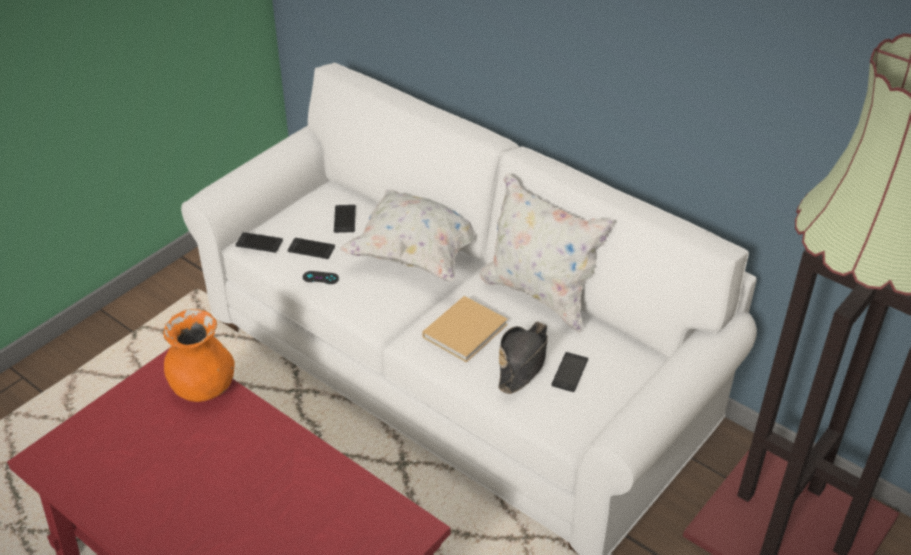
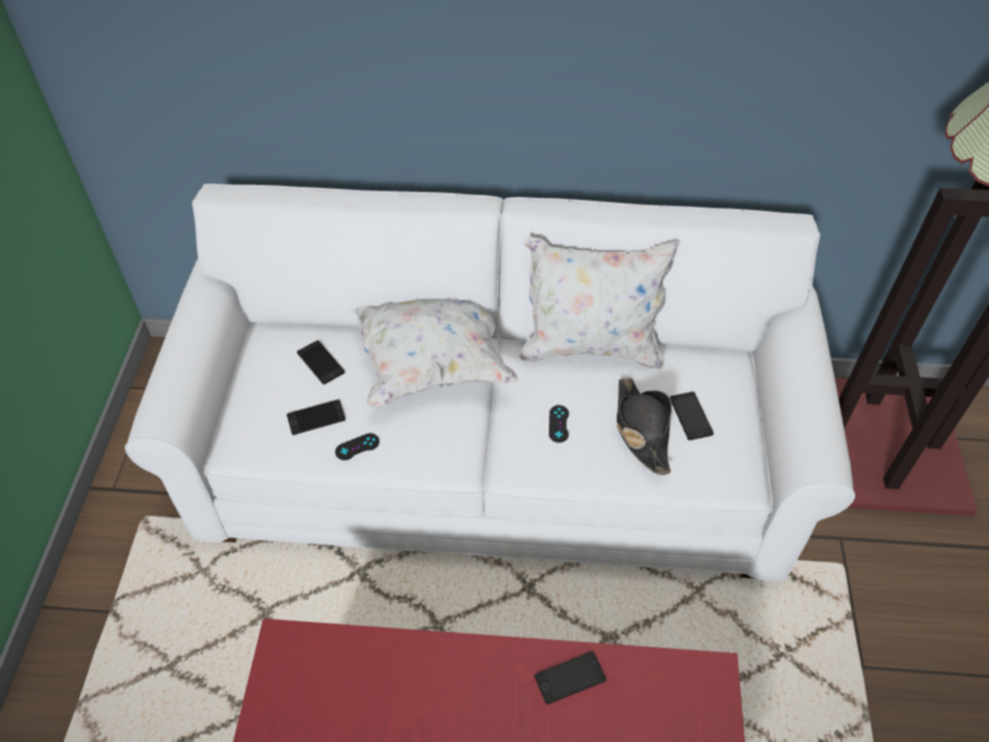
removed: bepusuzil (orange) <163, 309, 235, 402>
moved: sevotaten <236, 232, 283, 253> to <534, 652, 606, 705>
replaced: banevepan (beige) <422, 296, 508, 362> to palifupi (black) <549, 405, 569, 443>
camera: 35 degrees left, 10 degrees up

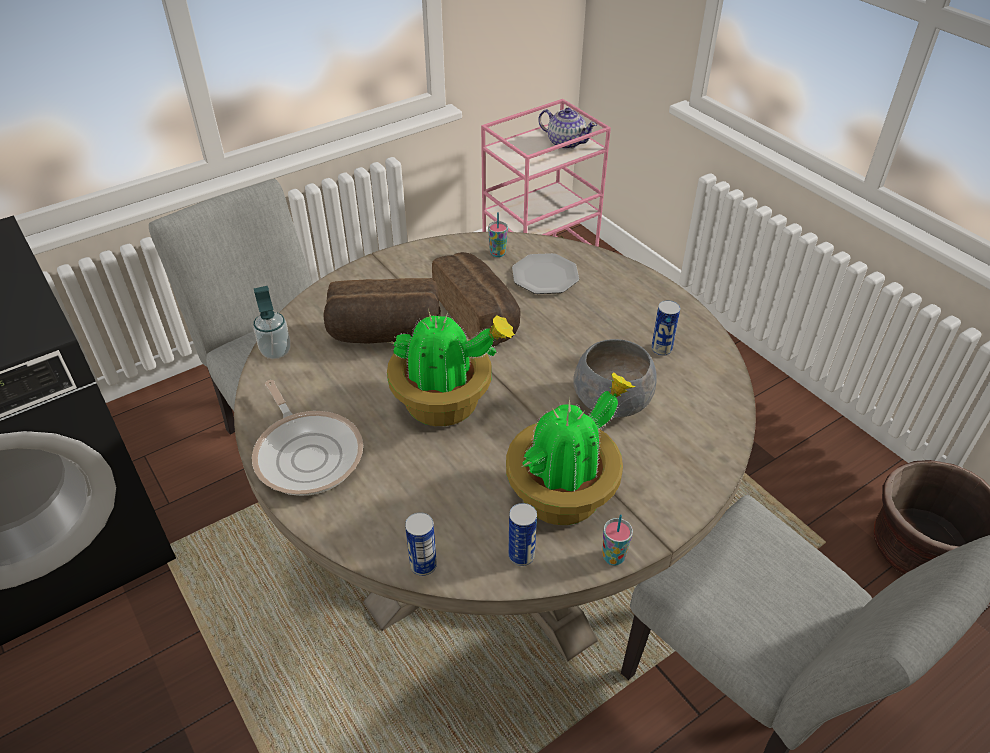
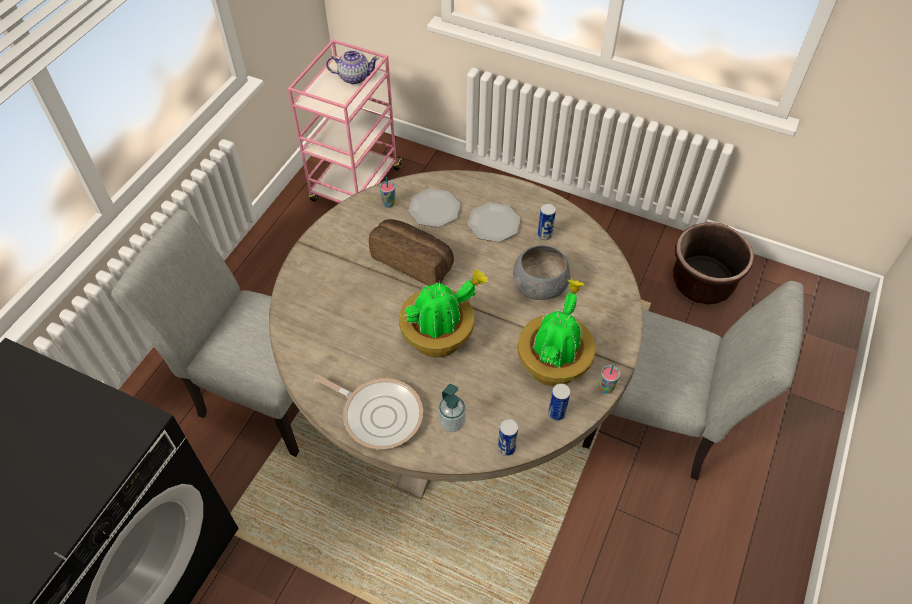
removed: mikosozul <323, 278, 441, 344>
added: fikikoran <468, 202, 521, 242>
moved: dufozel <253, 286, 291, 359> to <438, 384, 466, 432>
camera: 30 degrees left, 10 degrees up

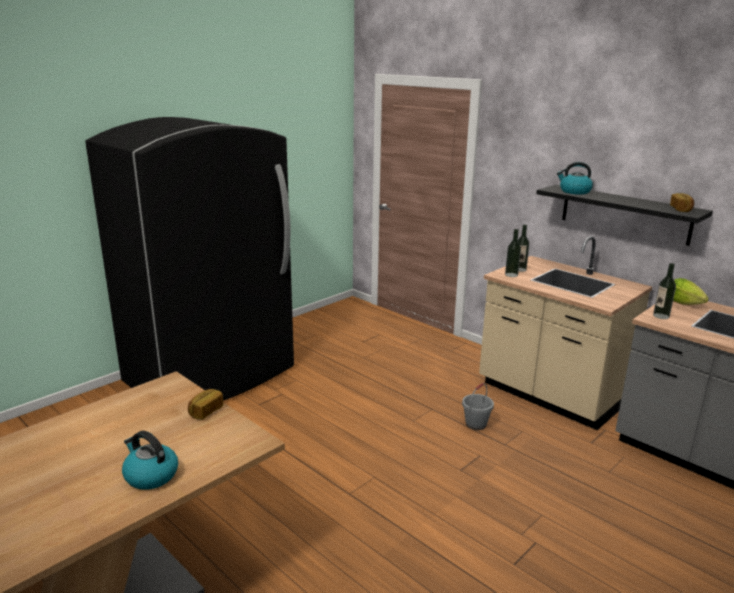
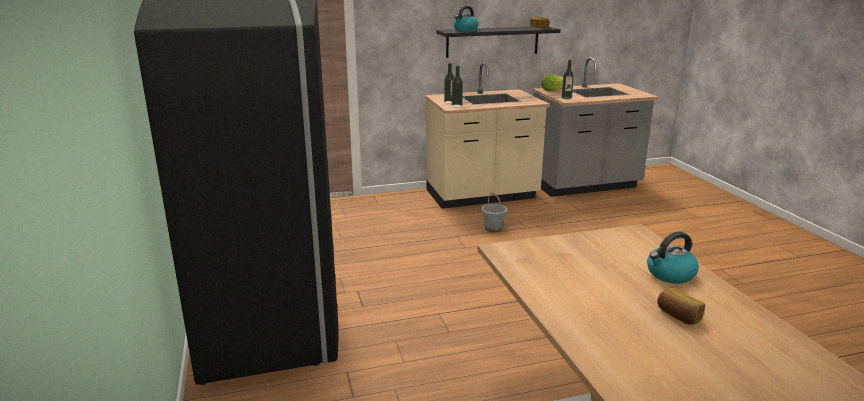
moved: mikosozul <188, 389, 224, 419> to <657, 288, 705, 325>
camera: 60 degrees left, 0 degrees up

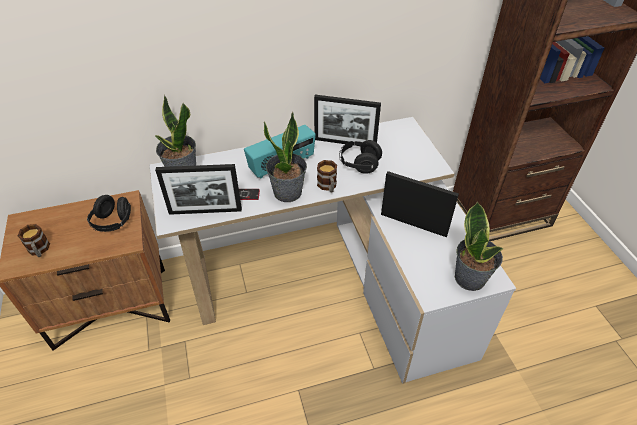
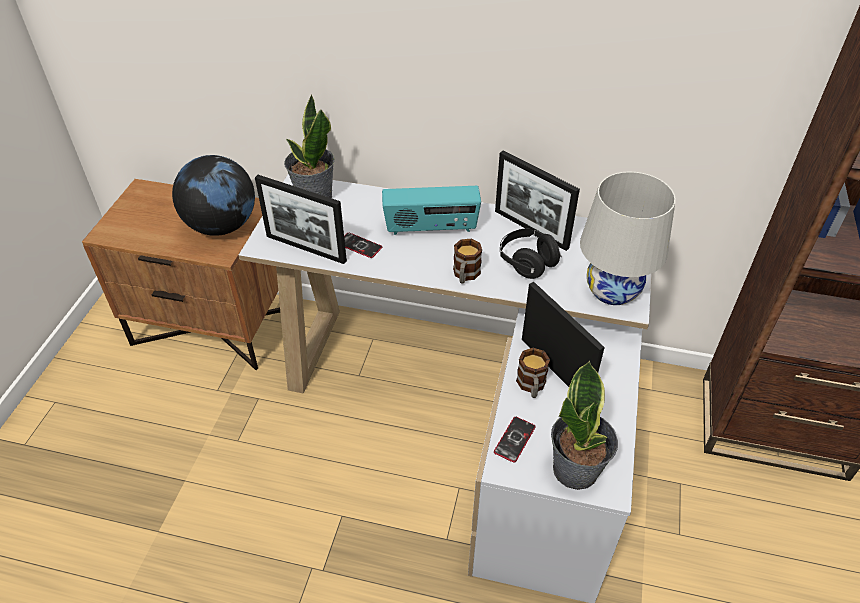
removed: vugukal <264, 112, 307, 202>
added: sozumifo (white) <580, 172, 676, 305>; sevotaten <494, 417, 535, 463>
moved: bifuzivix <18, 224, 50, 257> to <516, 348, 550, 398>
replaced: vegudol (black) <87, 195, 131, 232> to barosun <172, 155, 255, 236>
camera: 30 degrees right, 0 degrees up

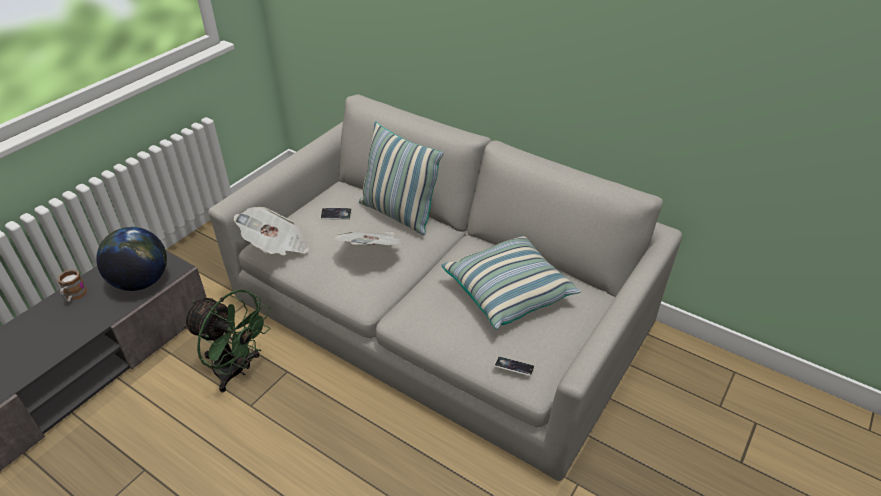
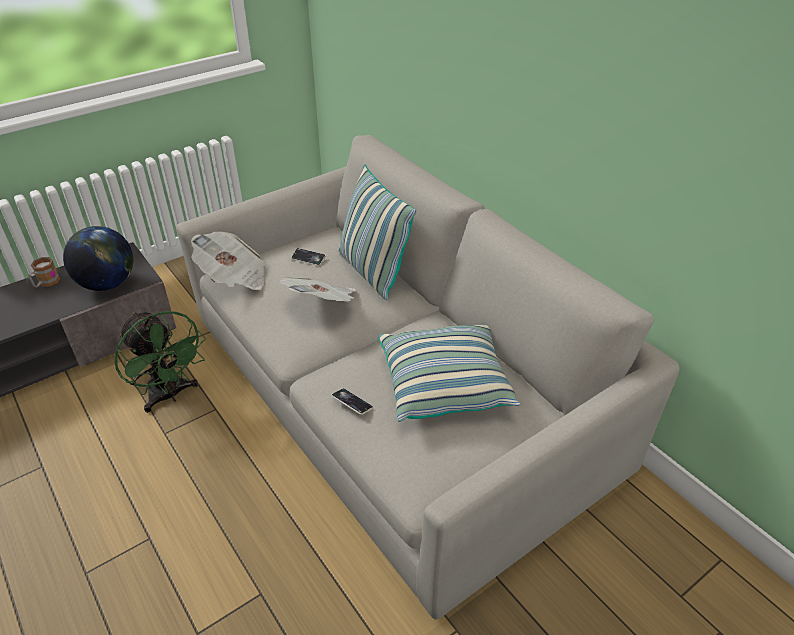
moved: sevotaten <494, 357, 535, 376> to <331, 388, 373, 415>
camera: 20 degrees right, 0 degrees up

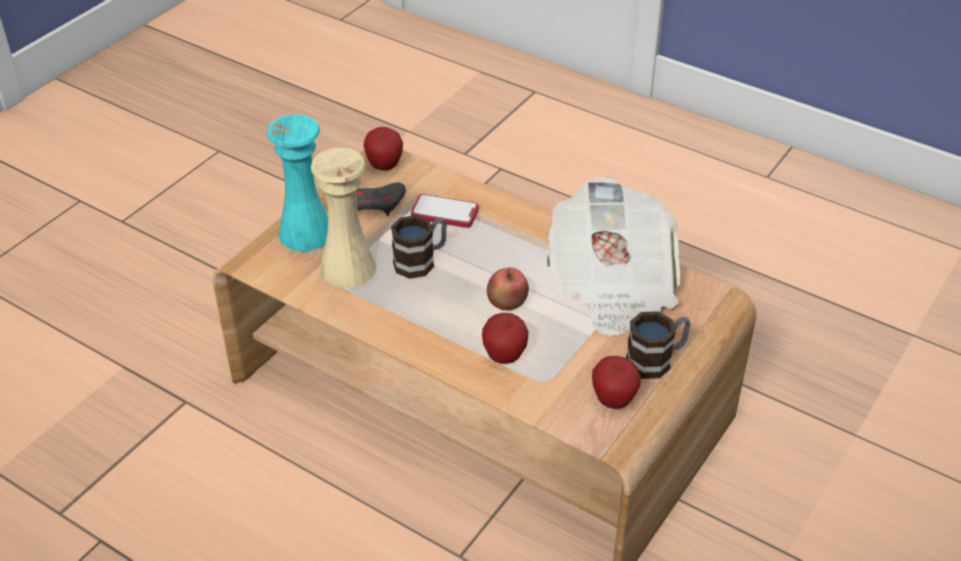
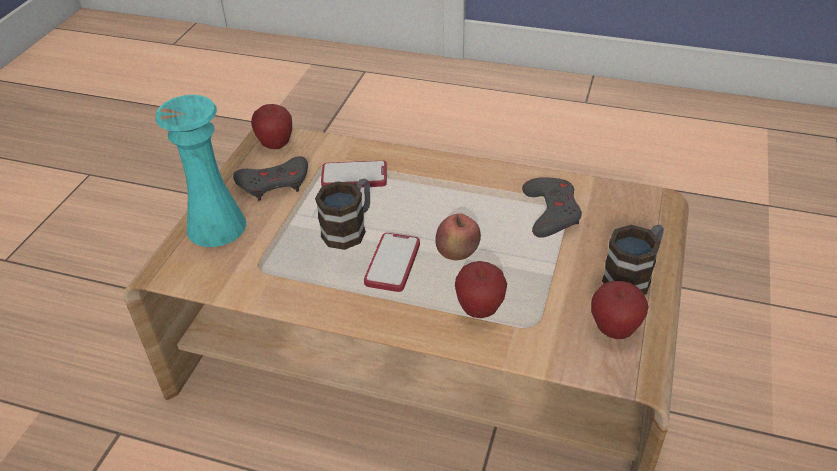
removed: bepusuzil (beige) <311, 148, 377, 288>
added: sevotaten <364, 233, 420, 292>
replaced: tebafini <545, 177, 680, 337> to palifupi (grey) <522, 177, 582, 238>
camera: 15 degrees left, 0 degrees up

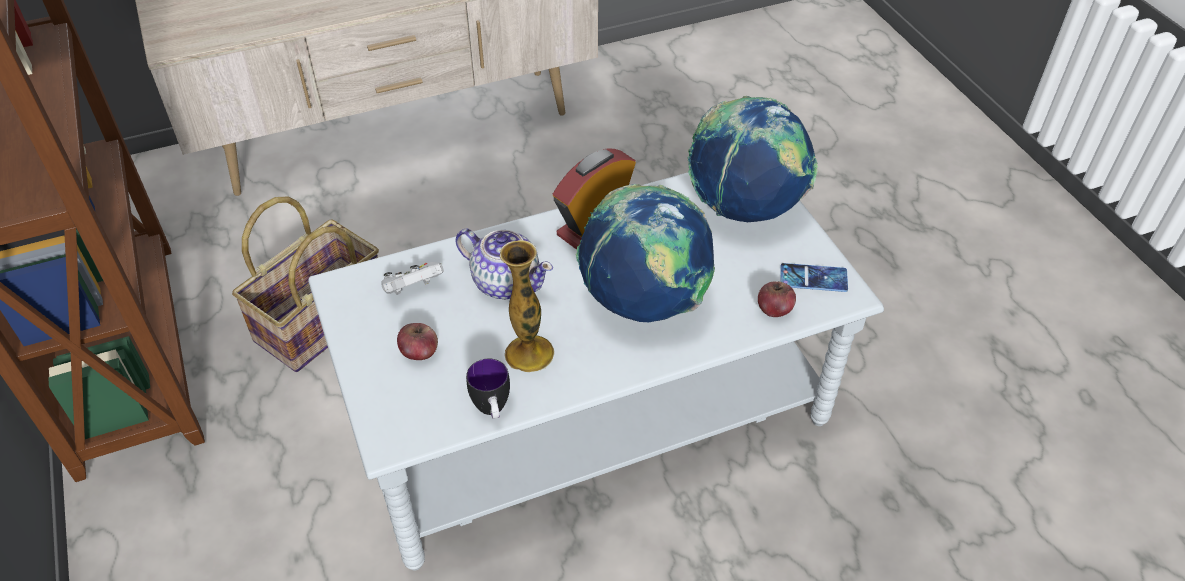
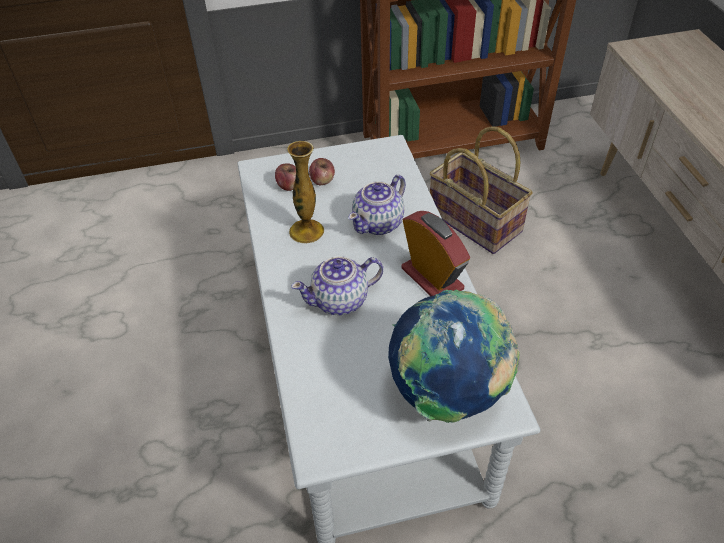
removed: palifupi (white) <381, 262, 444, 295>; sevotaten <781, 263, 848, 292>; bifuzivix <466, 358, 510, 419>
moved: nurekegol <758, 281, 796, 317> to <275, 163, 296, 191>
replaced: barosun <576, 184, 715, 322> to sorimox <291, 256, 383, 315>
camera: 100 degrees right, 0 degrees up

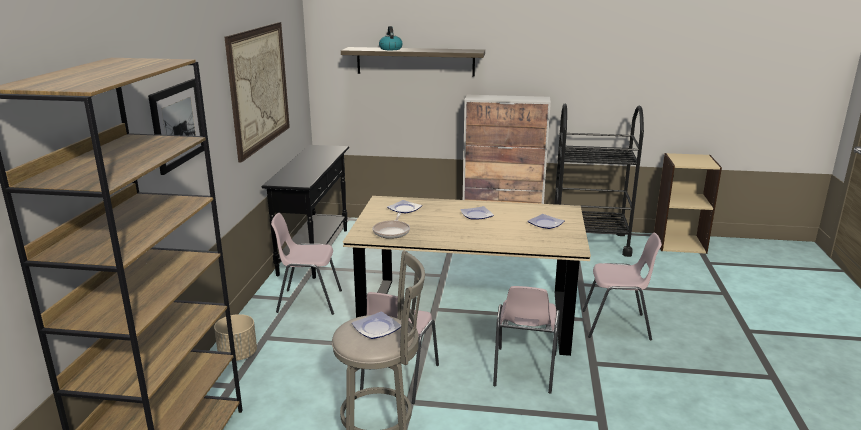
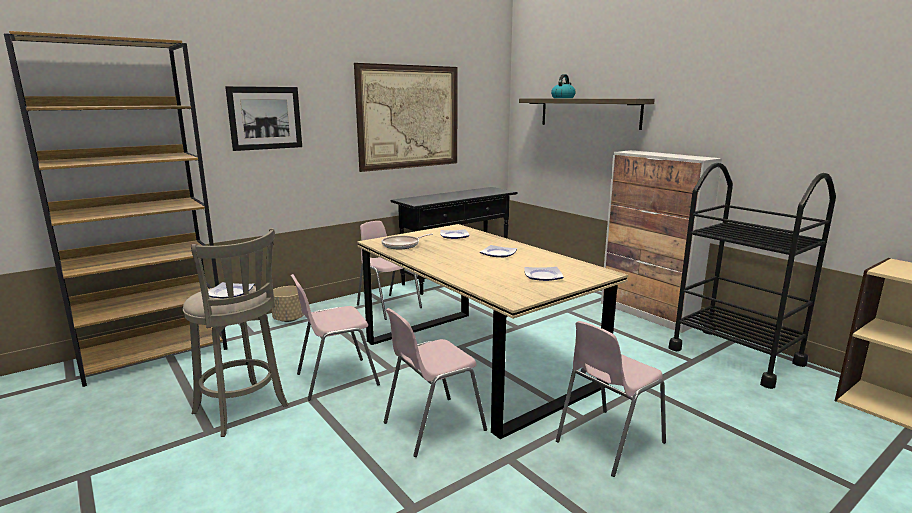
turned: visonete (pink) <582, 233, 662, 340> = <556, 321, 666, 477> 90 degrees clockwise
camera: 45 degrees right, 5 degrees down

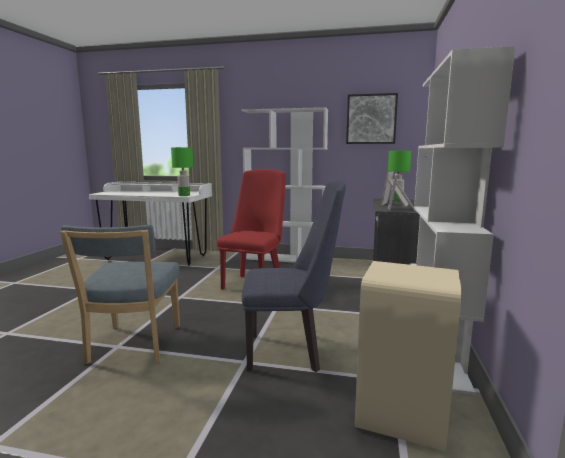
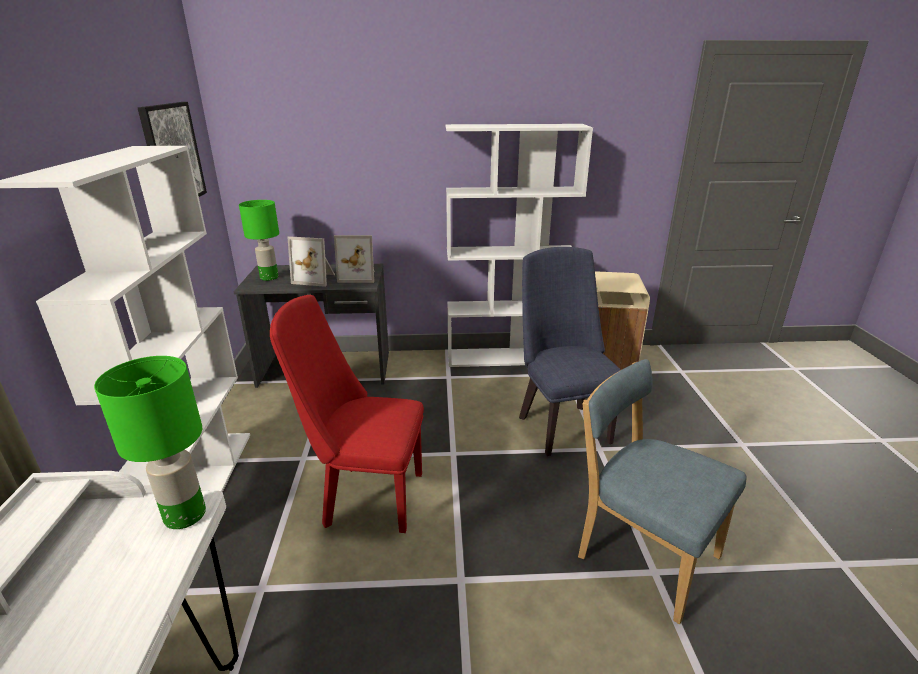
turned: visonete (blue) <60, 225, 180, 364> = <578, 359, 746, 624> 120 degrees counterclockwise
camera: 105 degrees left, 15 degrees up

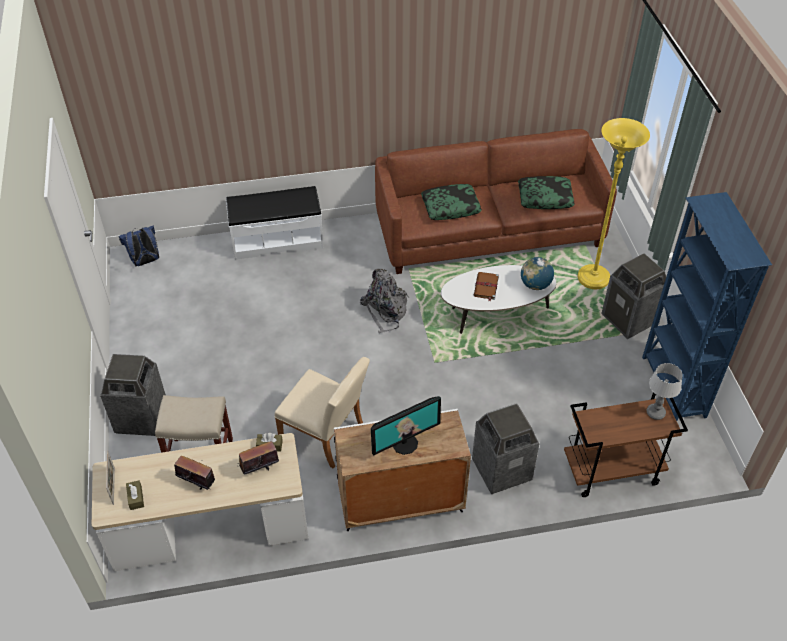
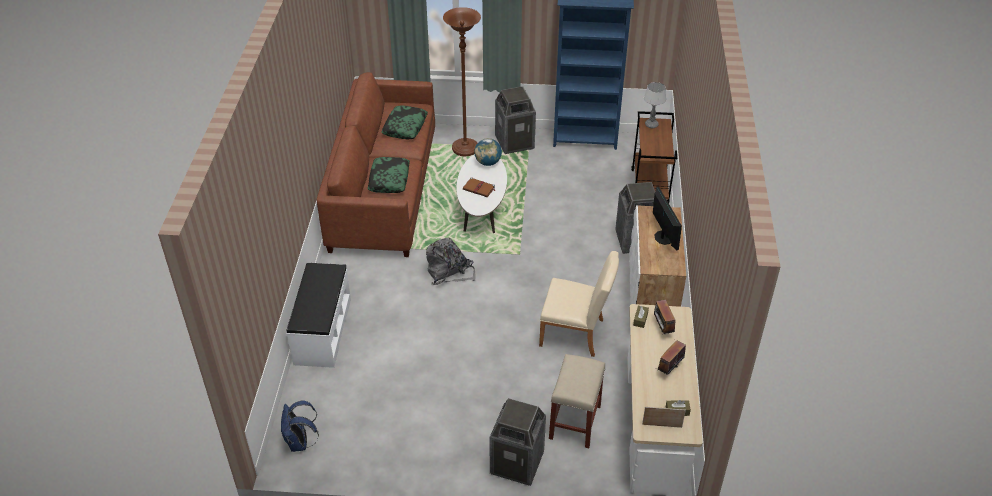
recoloured: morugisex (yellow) <578, 118, 650, 289> to morugisex (brown) <443, 7, 481, 156>
turned: visonete (beige) <274, 357, 370, 469> = <539, 251, 619, 357> 60 degrees clockwise
camera: 75 degrees left, 5 degrees down

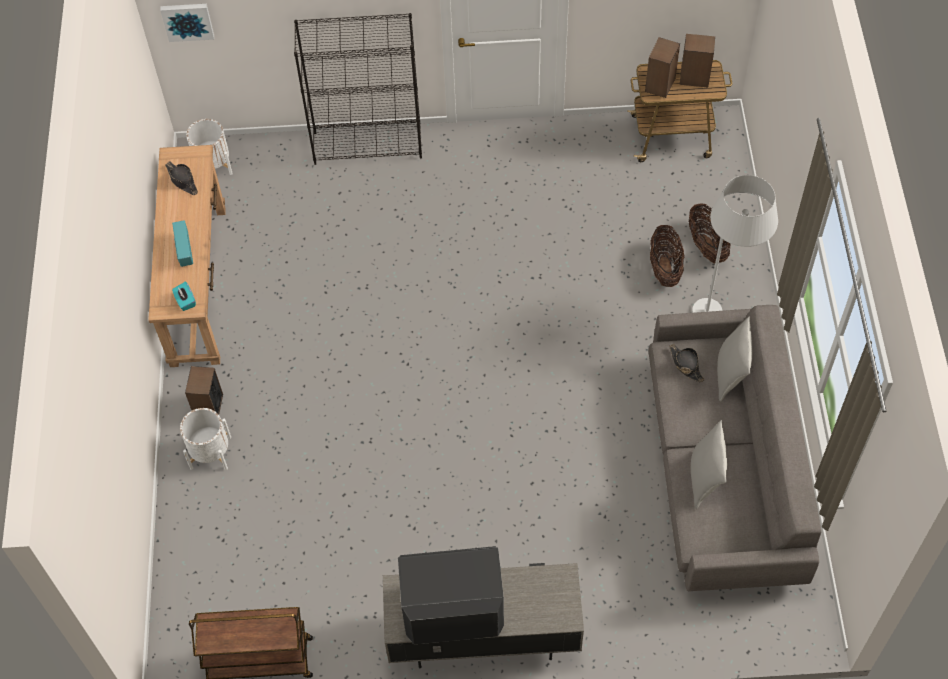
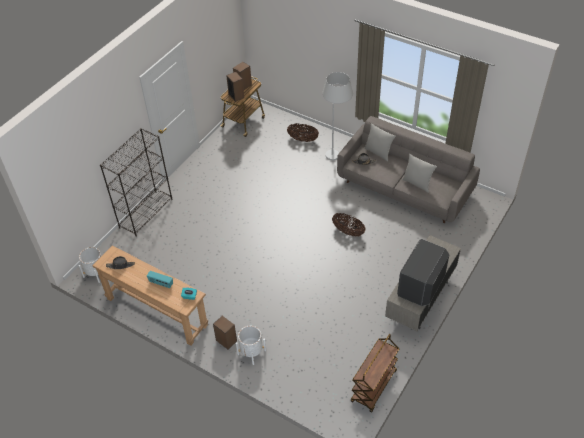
removed: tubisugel <160, 4, 214, 42>
moved: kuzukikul <650, 225, 684, 287> to <332, 213, 365, 236>
camera: 55 degrees left, 10 degrees down

